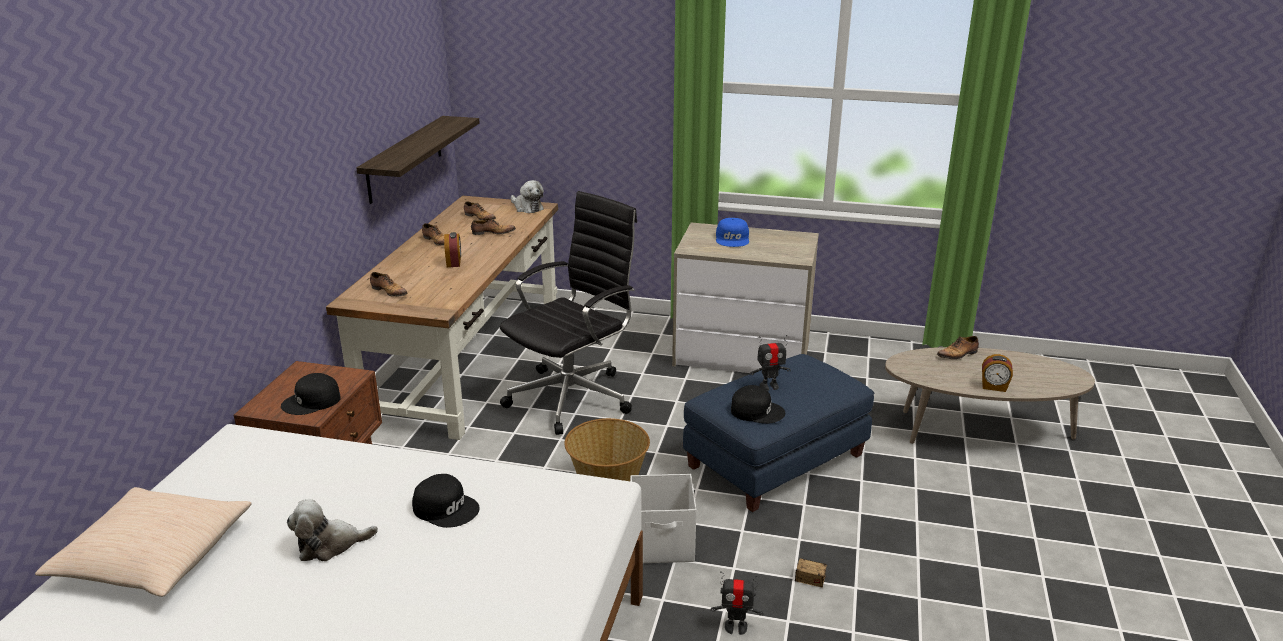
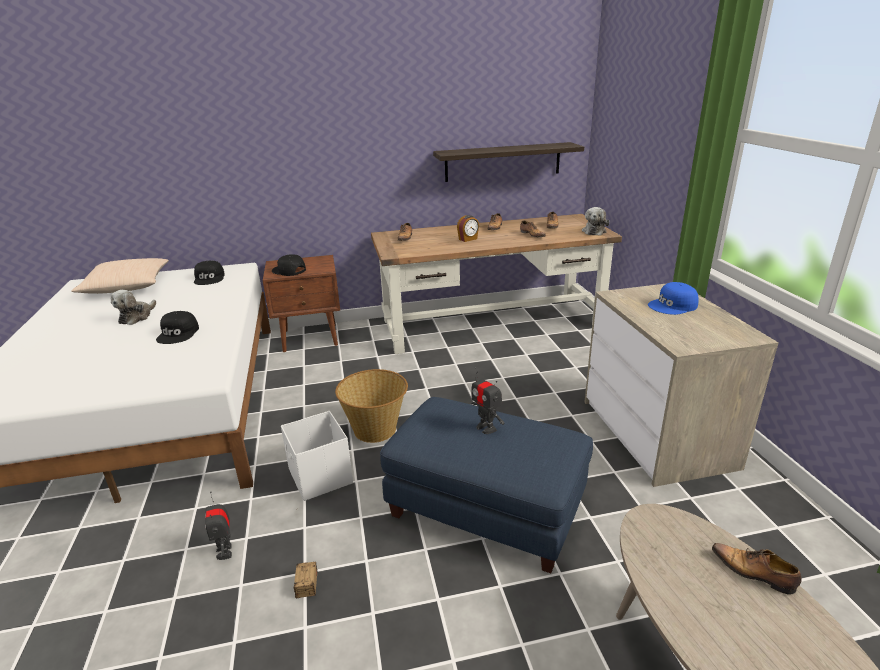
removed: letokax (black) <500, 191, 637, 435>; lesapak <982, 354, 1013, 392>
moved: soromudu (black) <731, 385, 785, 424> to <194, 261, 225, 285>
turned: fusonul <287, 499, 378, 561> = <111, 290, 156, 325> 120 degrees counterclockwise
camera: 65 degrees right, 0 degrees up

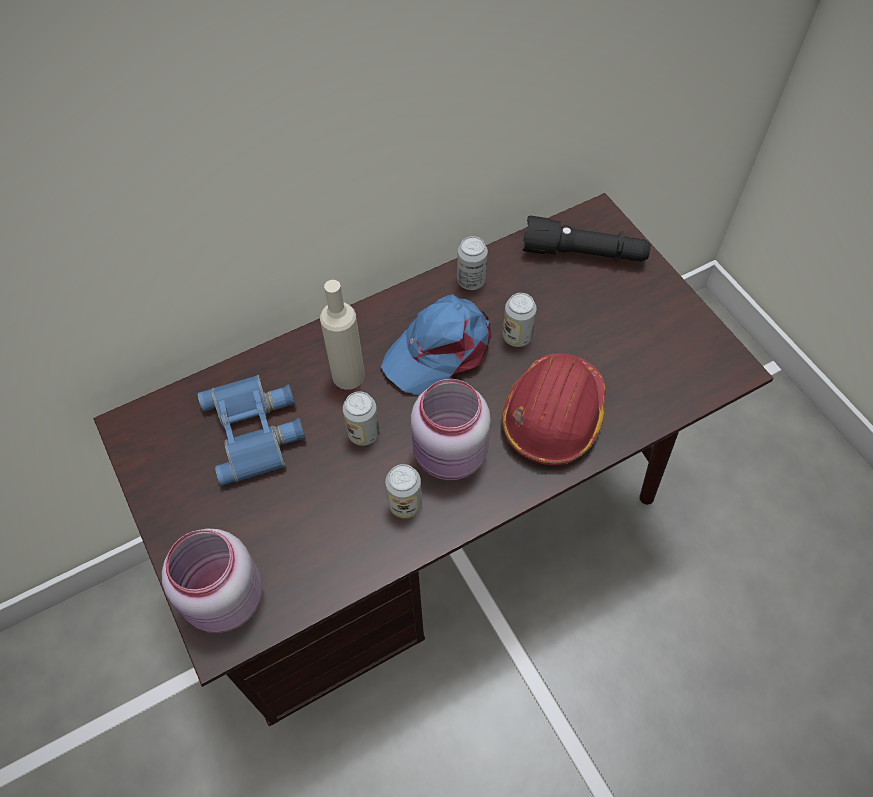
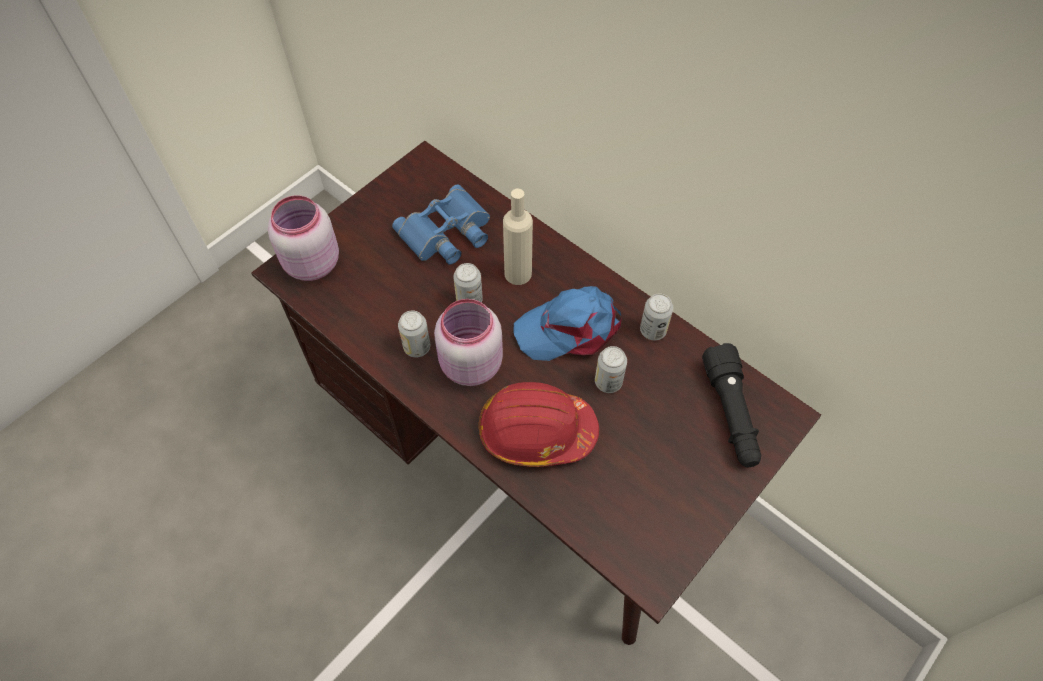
turned: soromudu (blue) <381, 294, 491, 396> = <513, 286, 622, 361> 45 degrees counterclockwise
camera: 70 degrees right, 0 degrees up

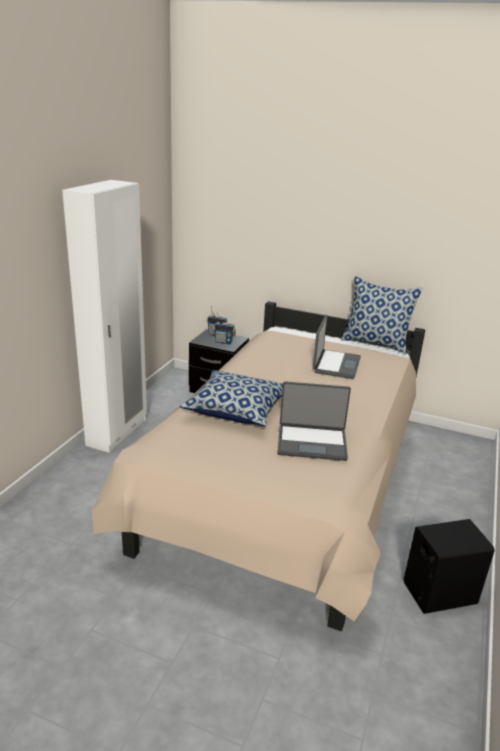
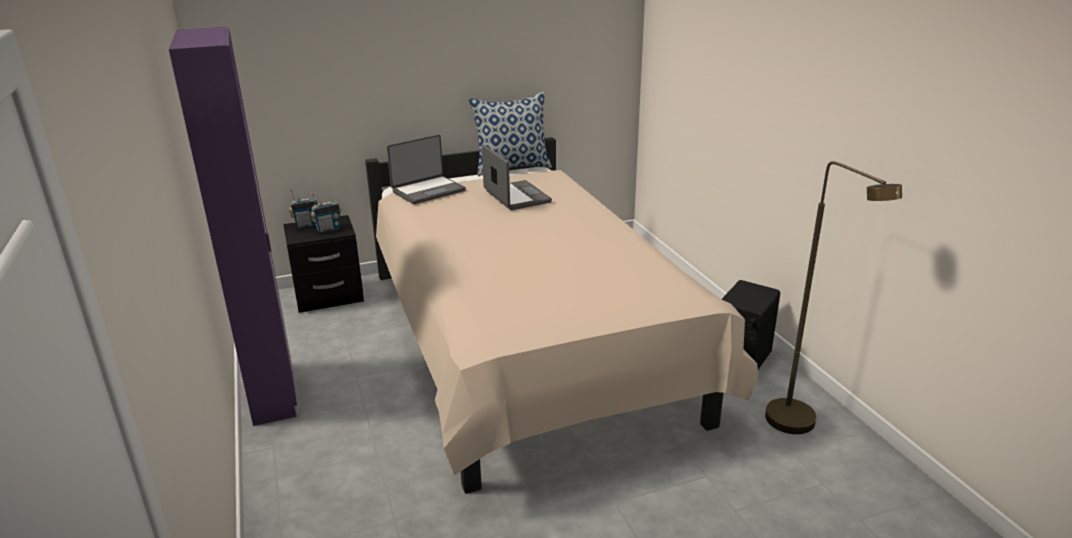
removed: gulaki <179, 370, 283, 426>
added: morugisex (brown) <765, 161, 902, 434>
moved: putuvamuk <277, 381, 351, 461> to <387, 134, 466, 204>
recoloured: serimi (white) <62, 180, 147, 453> to serimi (purple) <169, 27, 297, 426>
camera: 40 degrees left, 0 degrees up

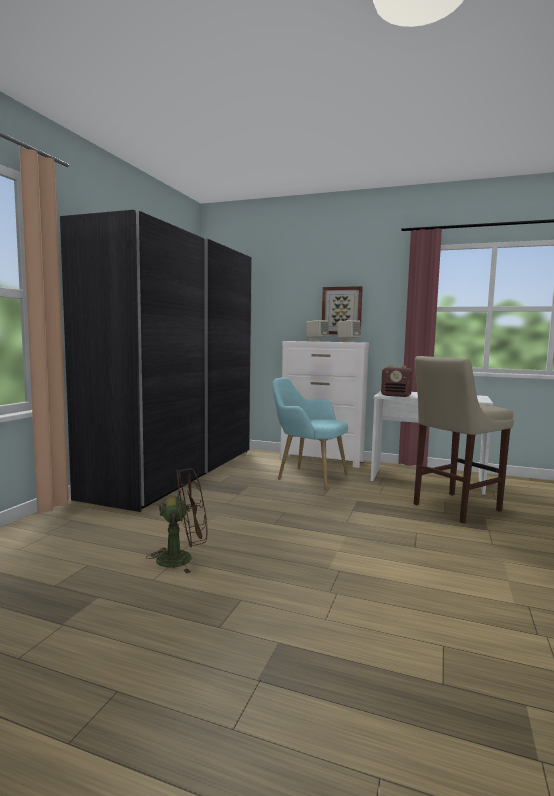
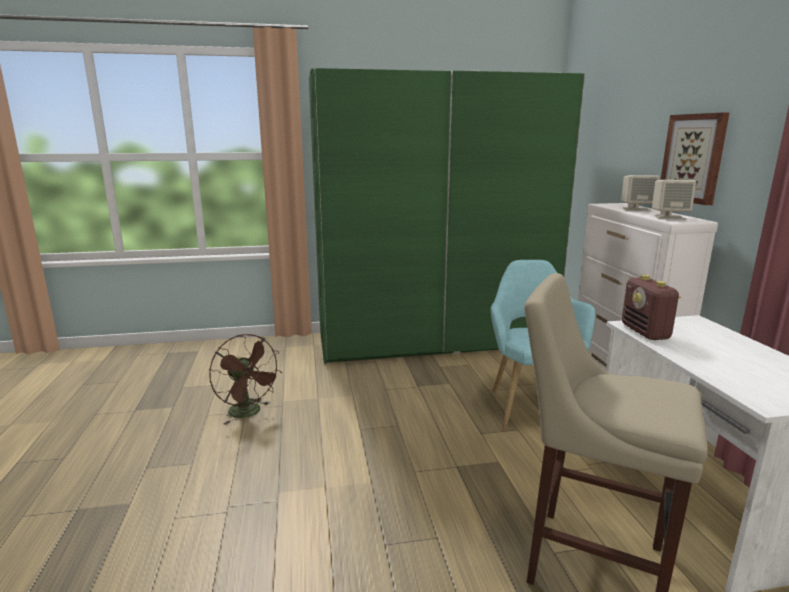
recoloured: serimi (grey) <60, 210, 252, 512> to serimi (green) <309, 68, 585, 364>
camera: 60 degrees right, 10 degrees up

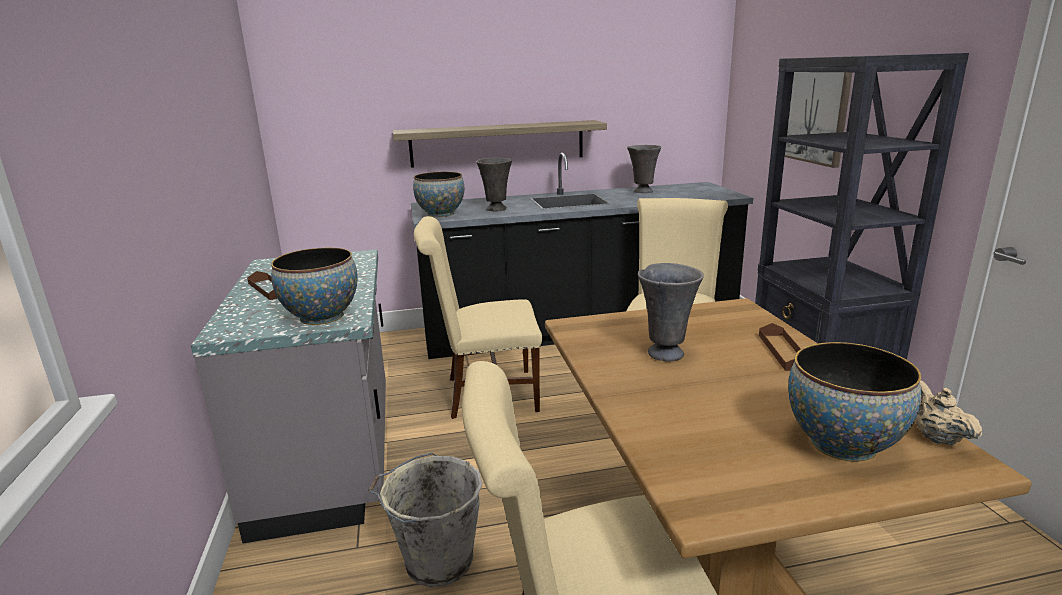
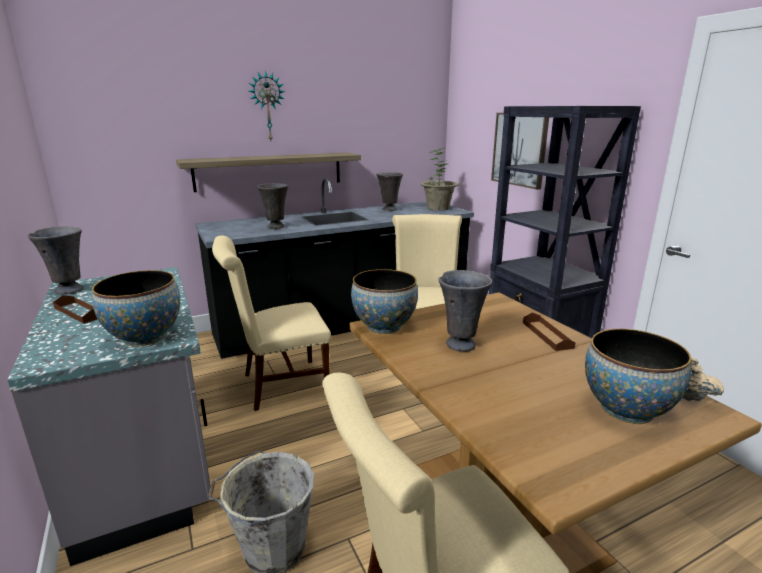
added: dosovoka <249, 71, 285, 141>; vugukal <420, 148, 458, 211>; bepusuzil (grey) <28, 227, 84, 295>
moved: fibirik <413, 172, 464, 217> to <351, 269, 418, 334>
camera: 15 degrees left, 0 degrees up

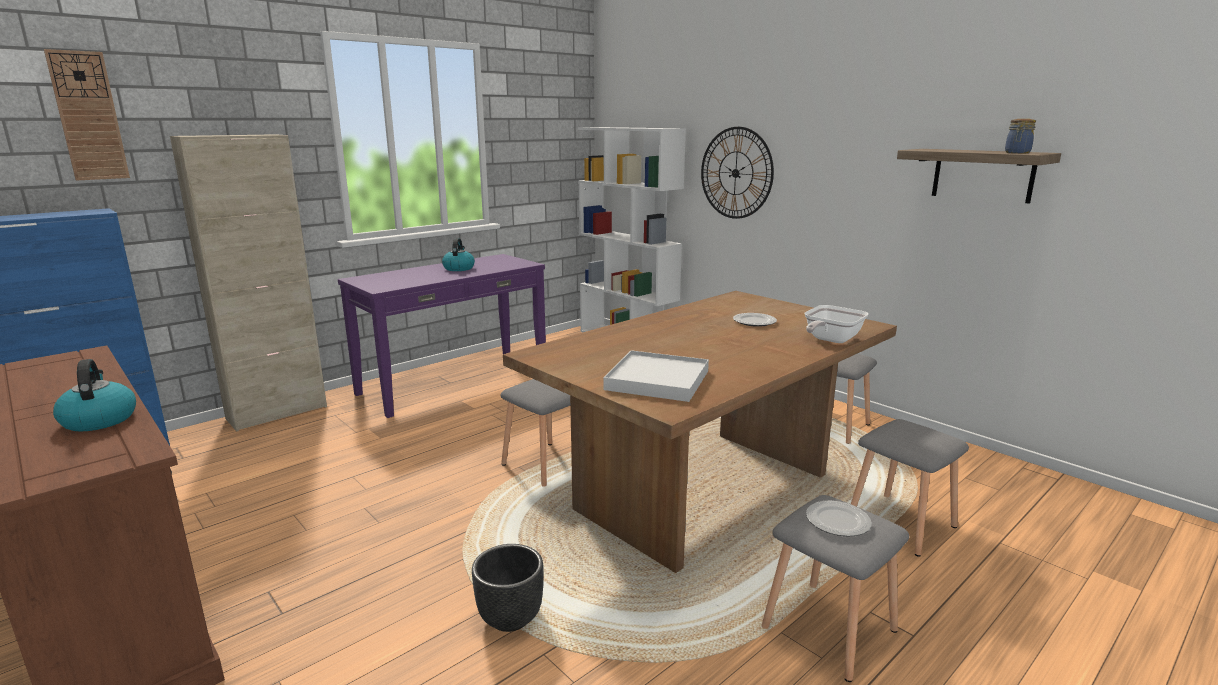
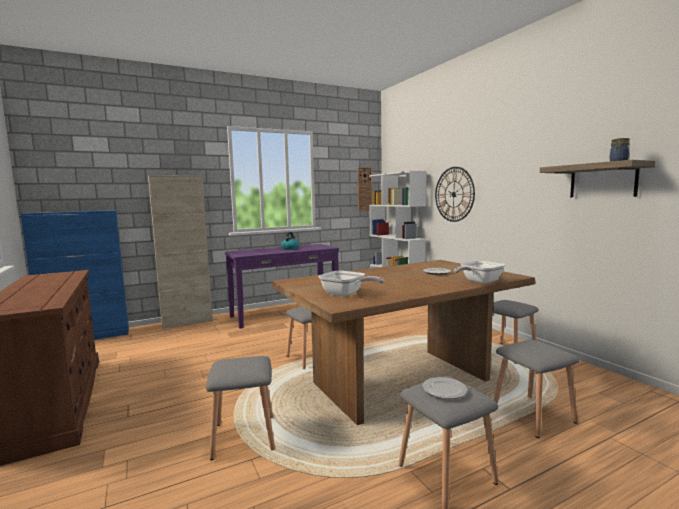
removed: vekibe <53, 359, 136, 432>
moved: dosovoka <44, 49, 130, 181> to <357, 167, 372, 211>
replaced: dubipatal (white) <604, 350, 709, 402> to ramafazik <318, 271, 384, 296>; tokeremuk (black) <472, 544, 543, 632> to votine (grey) <206, 356, 275, 460>
camera: 15 degrees right, 10 degrees down

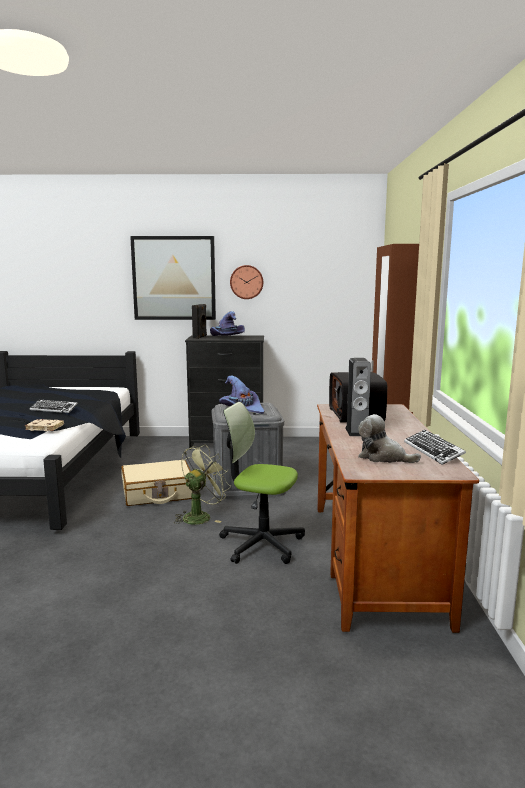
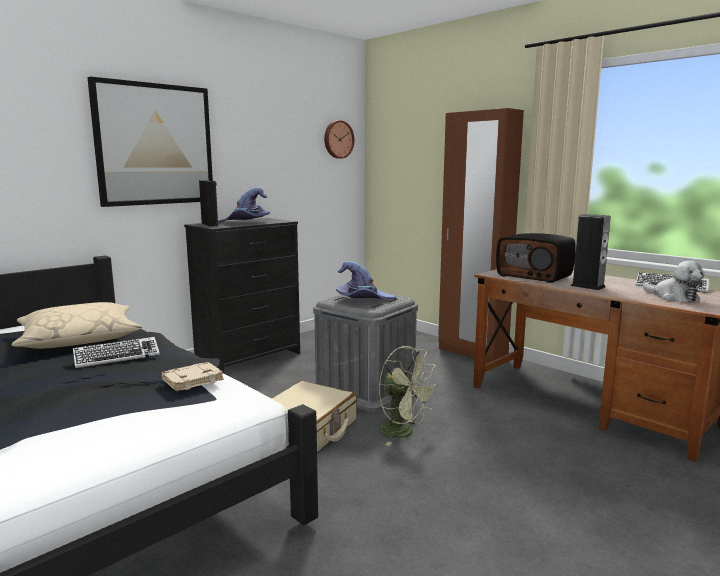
removed: letokax <219, 402, 305, 564>
added: gulaki (beige) <11, 302, 142, 349>
moved: dosovoka <230, 265, 263, 299> to <324, 120, 355, 159>
turned: fusonul <358, 414, 421, 463> = <643, 261, 704, 302> 105 degrees counterclockwise; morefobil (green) <174, 445, 231, 525> = <379, 346, 439, 446> 135 degrees clockwise
camera: 45 degrees left, 0 degrees up

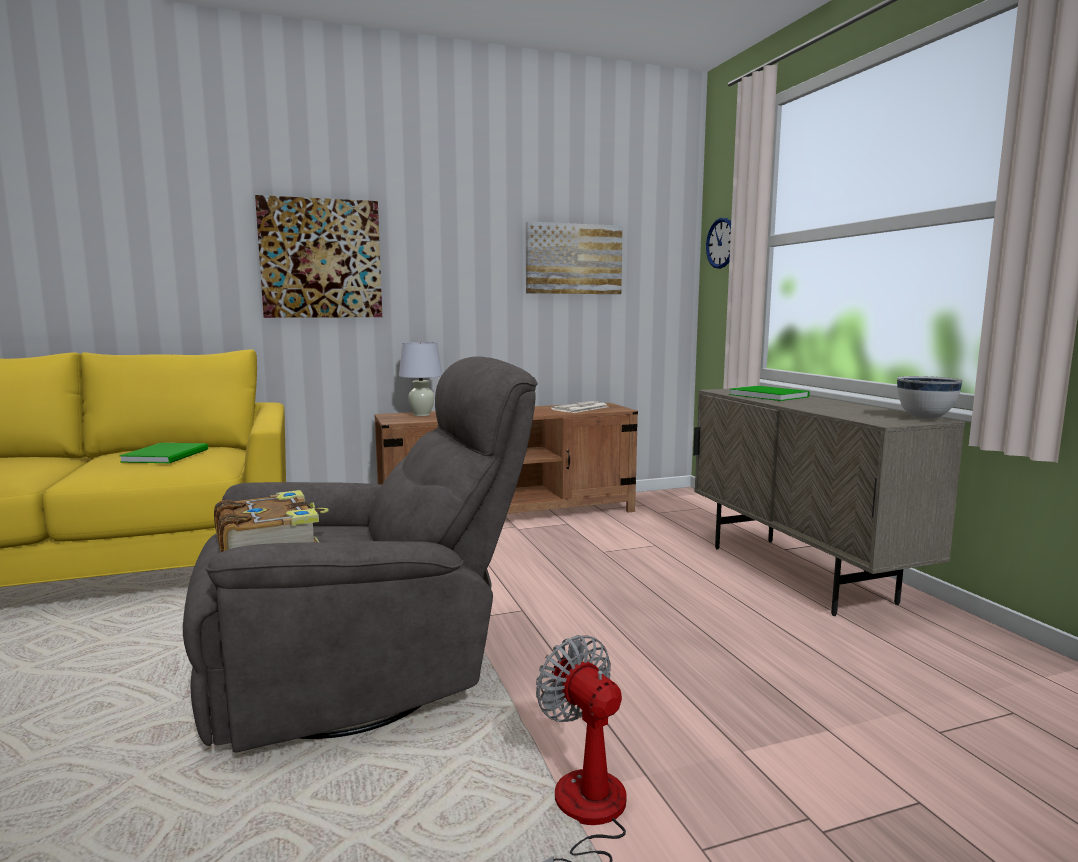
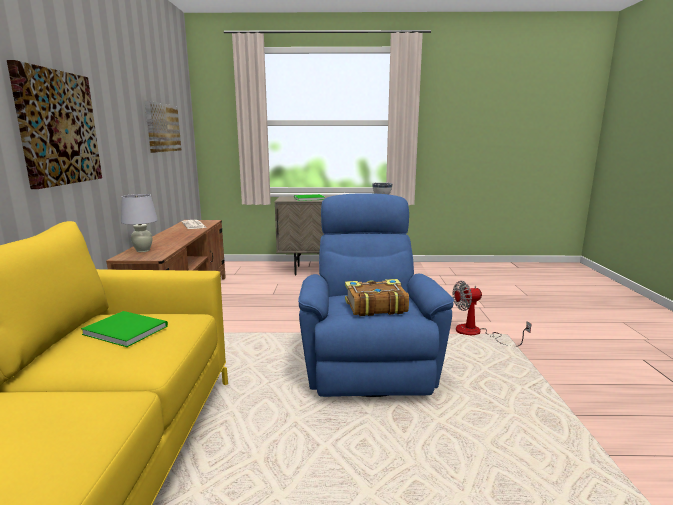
removed: dosovoka <706, 218, 731, 269>
recoloured: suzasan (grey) <183, 356, 538, 753> to suzasan (blue) <298, 193, 454, 397>
camera: 70 degrees left, 5 degrees up

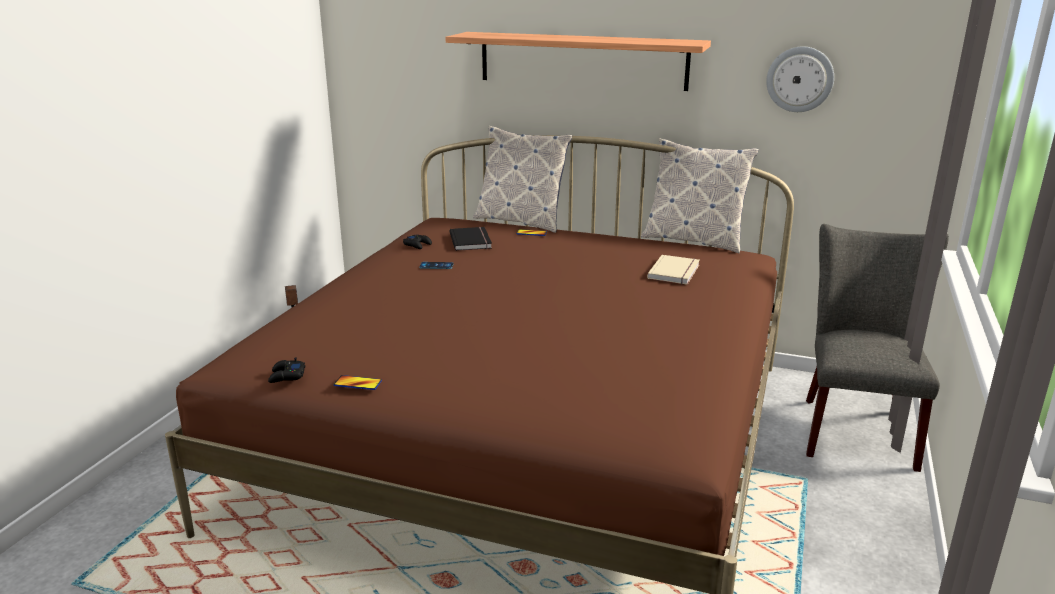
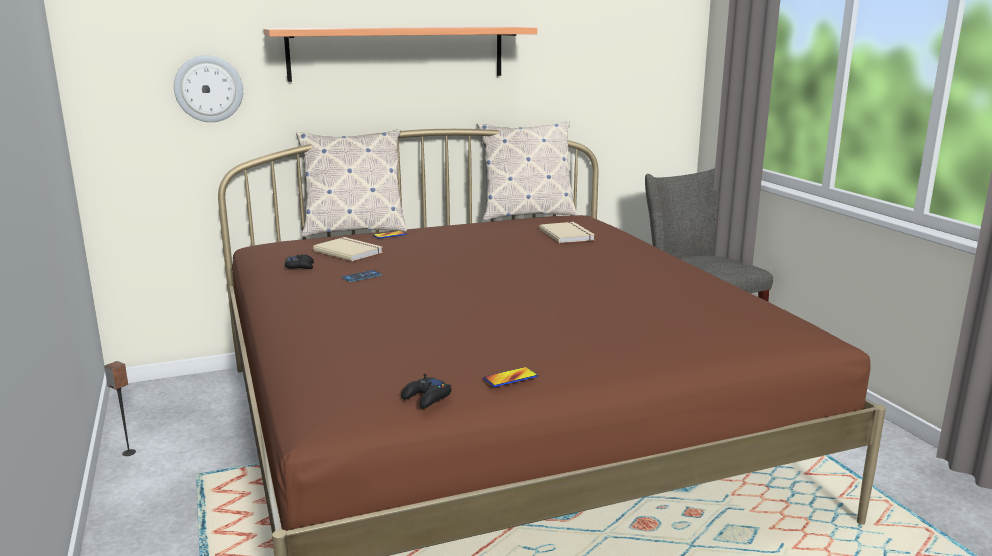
moved: dosovoka <766, 46, 834, 112> to <174, 55, 243, 122>
recoloured: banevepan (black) <450, 227, 492, 251> to banevepan (beige) <313, 237, 383, 262>
camera: 40 degrees left, 5 degrees down

